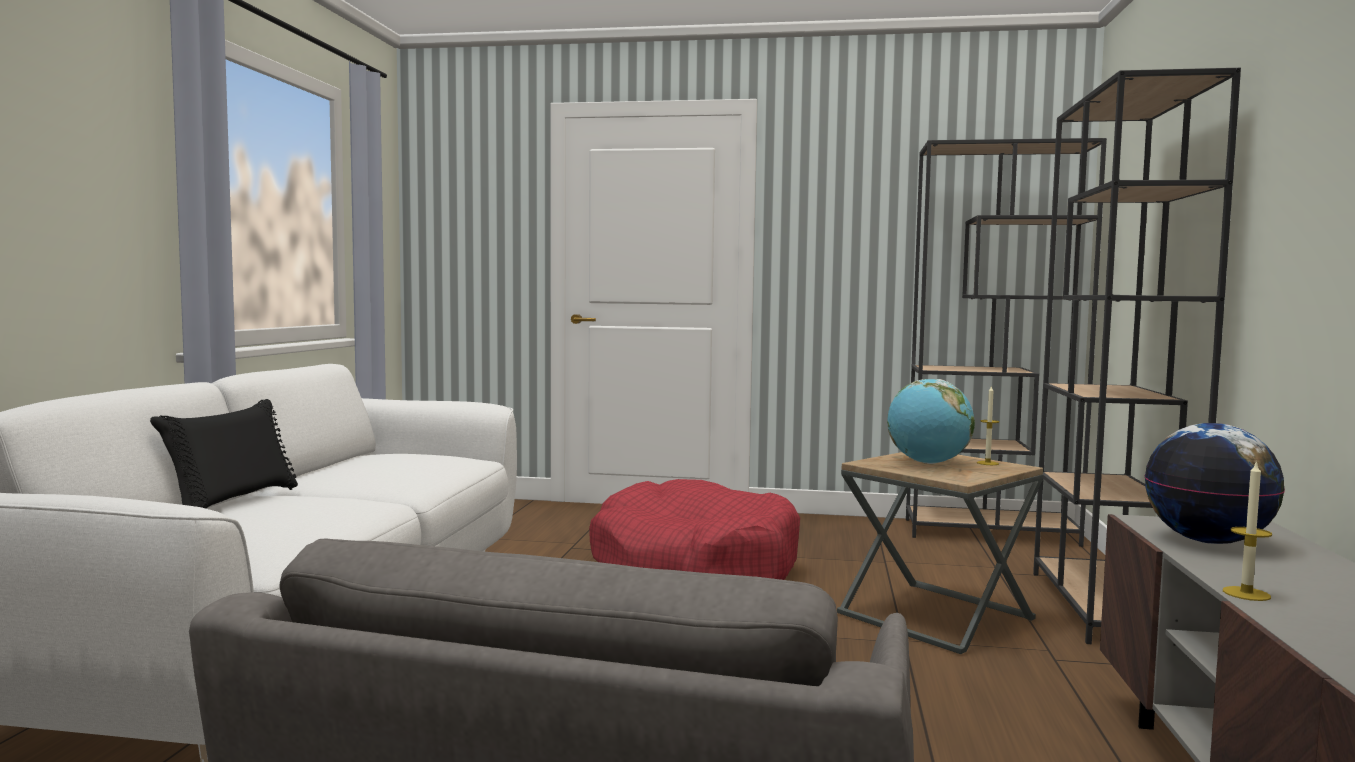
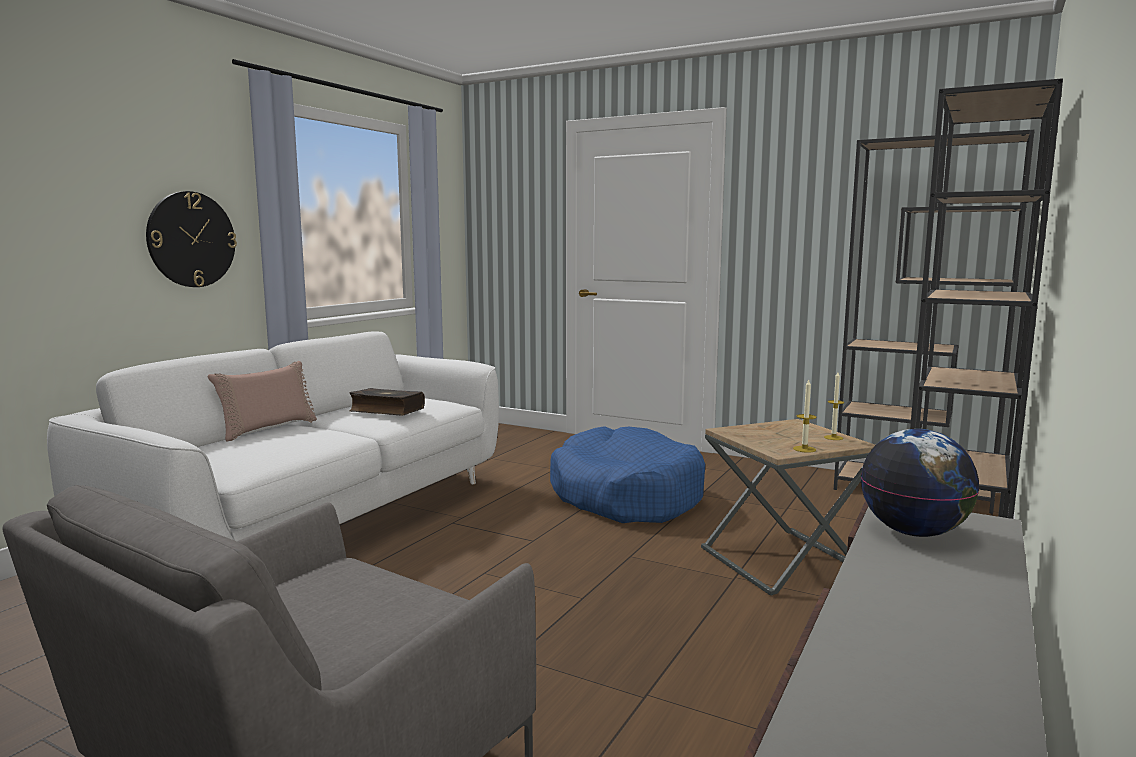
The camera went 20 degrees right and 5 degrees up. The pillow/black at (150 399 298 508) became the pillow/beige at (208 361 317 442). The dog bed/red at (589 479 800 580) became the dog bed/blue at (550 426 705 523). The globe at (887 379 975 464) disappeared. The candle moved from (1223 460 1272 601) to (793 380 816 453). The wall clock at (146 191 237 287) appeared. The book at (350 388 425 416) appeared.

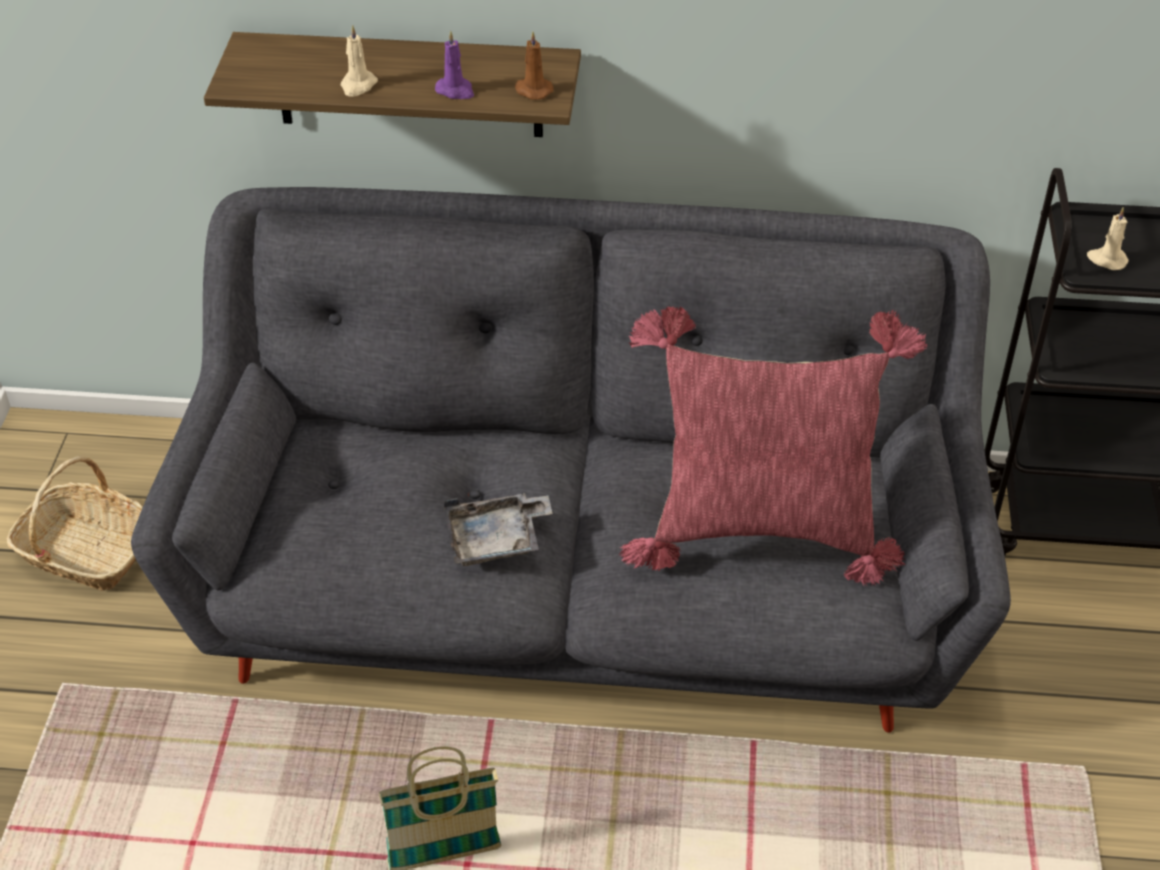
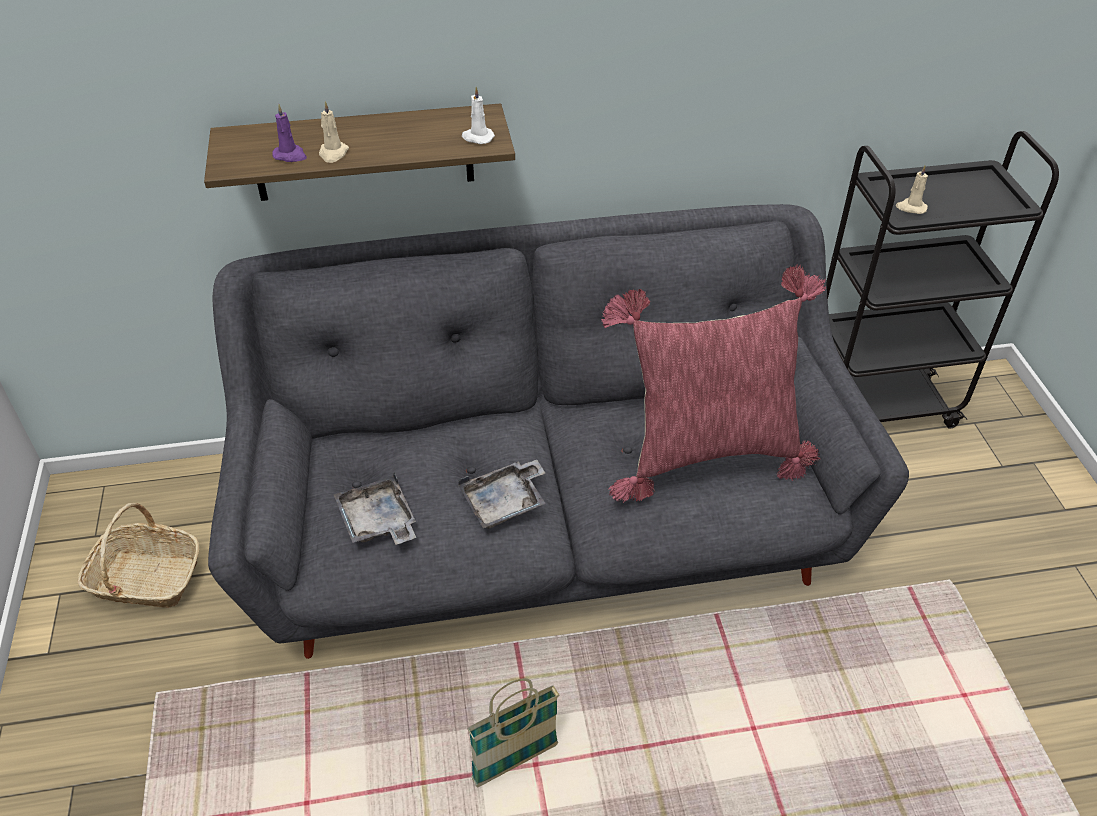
The camera went 15 degrees left and 0 degrees up. The candle/purple moved from (435 31 474 99) to (272 104 307 162). The candle/brown at (515 31 554 100) became the candle/white at (462 87 495 144). The tray/grey at (334 472 416 545) appeared.

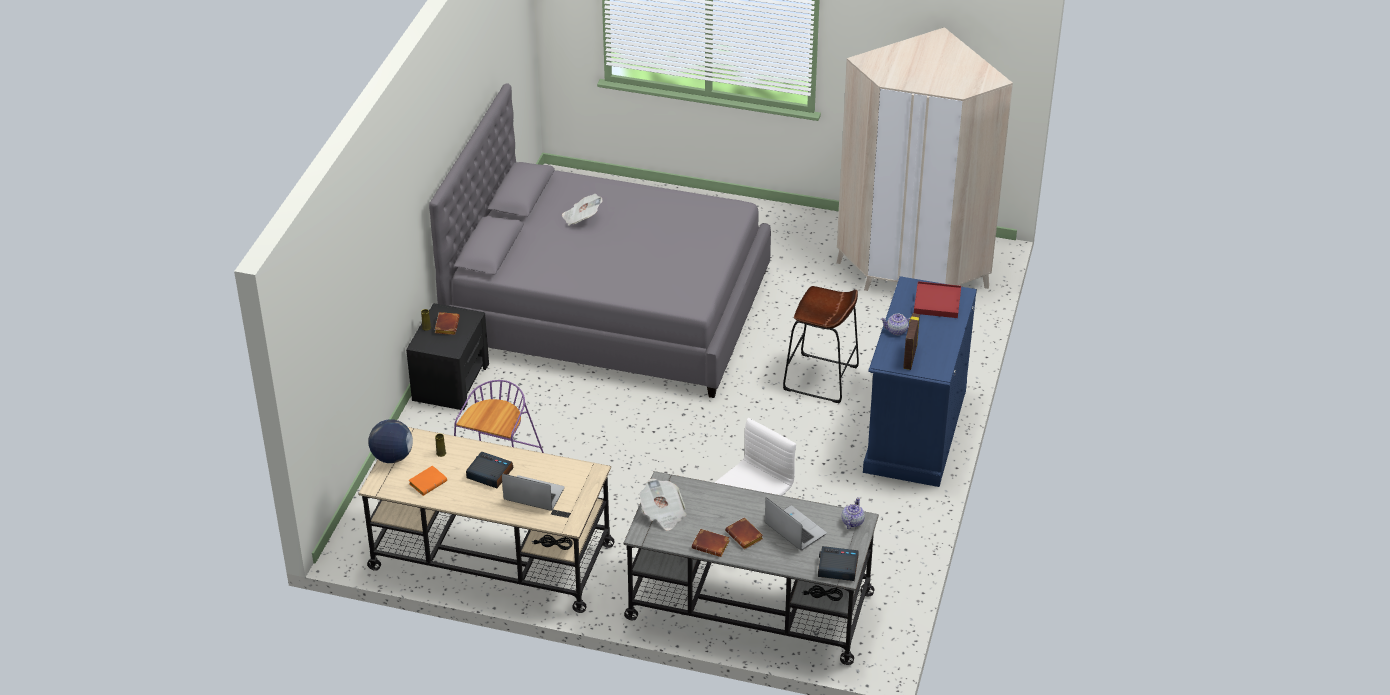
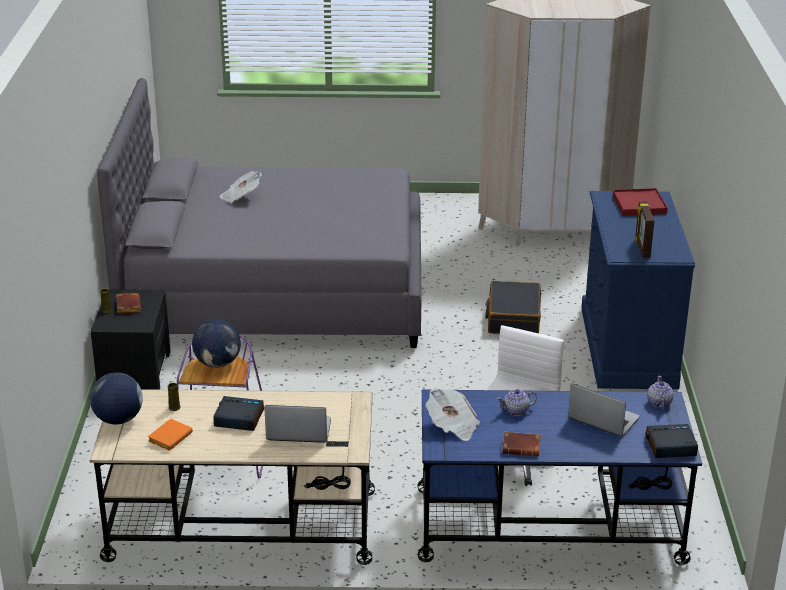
The camera went 15 degrees left and 10 degrees down. The desk/grey at (623 471 879 665) became the desk/blue at (417 390 702 565). The book/brown at (725 517 763 549) disappeared. The stool/brown at (783 286 859 403) was replaced by the suitcase/black at (485 281 541 334). The teapot moved from (880 313 910 335) to (497 389 537 416). The globe at (192 319 241 368) appeared.

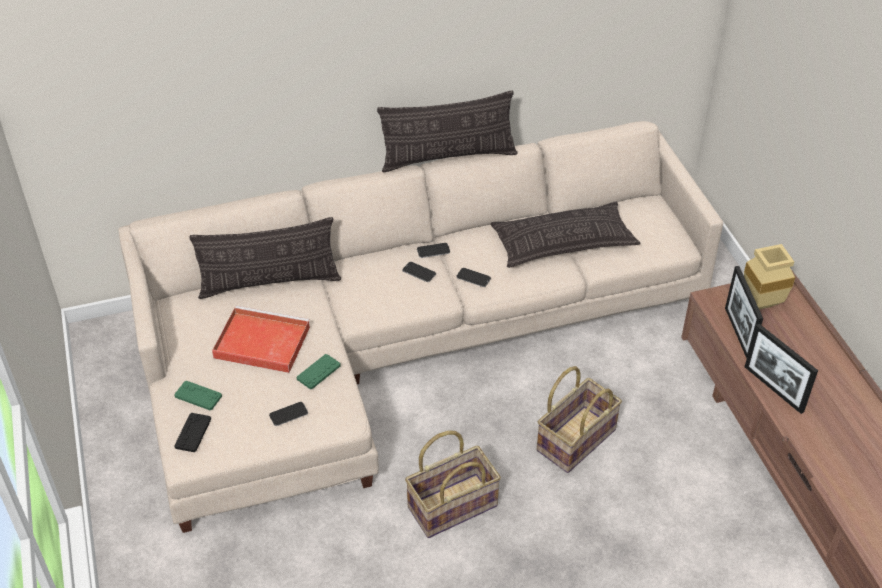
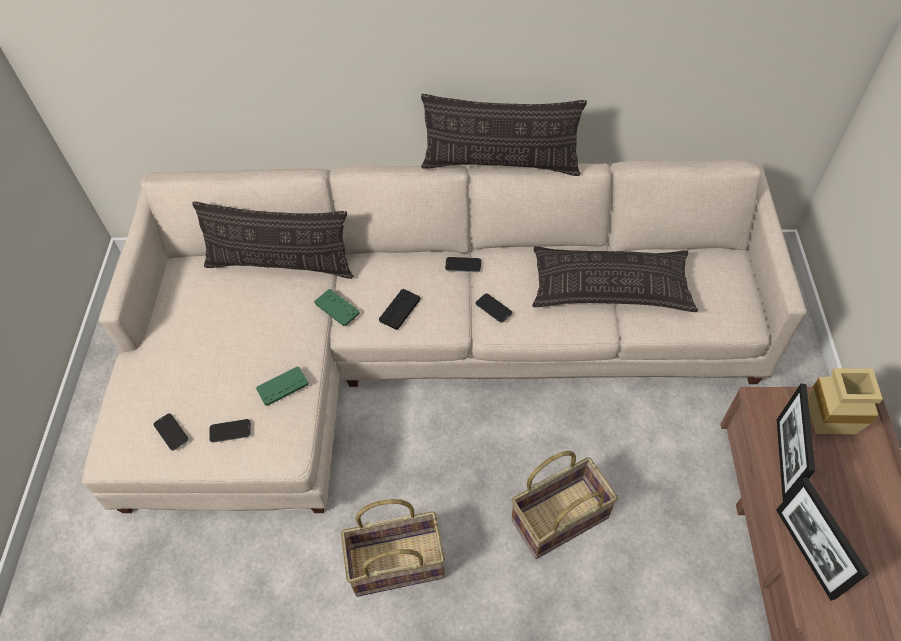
The camera went 20 degrees right and 10 degrees up. The game controller/green moved from (174 381 222 410) to (314 289 360 326). The game controller/black moved from (174 413 211 452) to (379 289 421 330). The tray/red at (212 306 310 373) disappeared. The phone moved from (402 262 436 282) to (153 413 189 451).

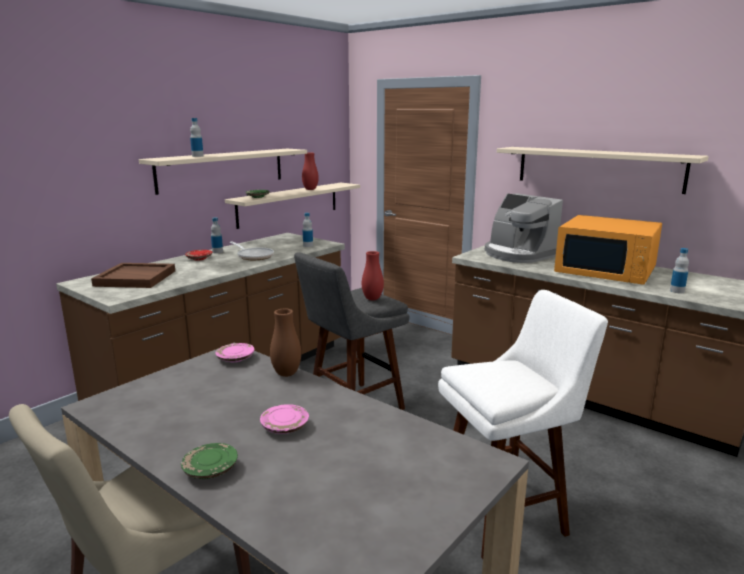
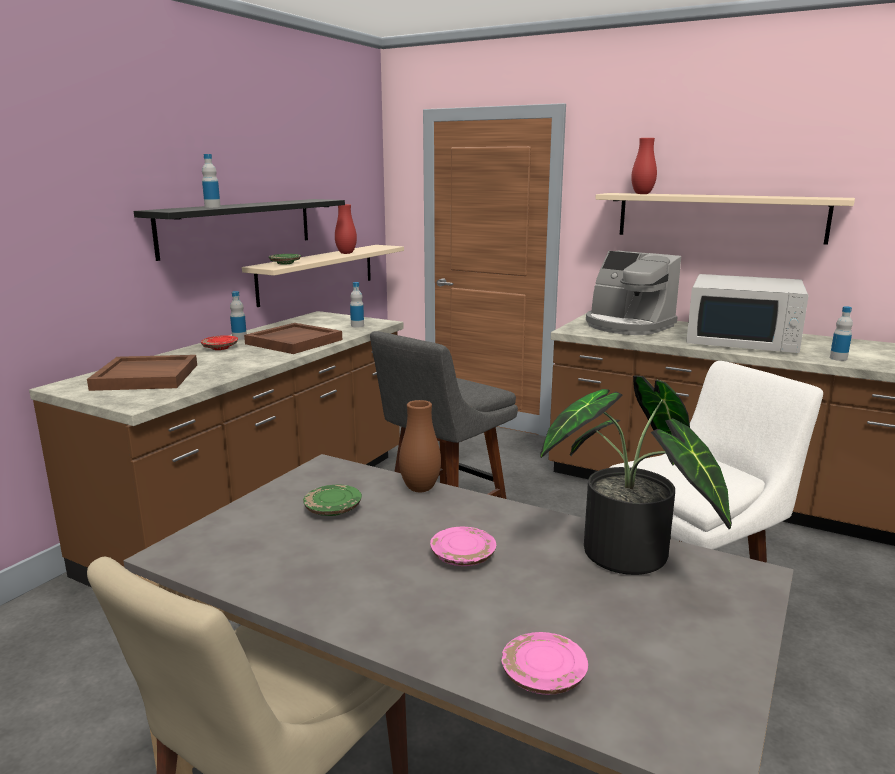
The camera went 10 degrees left and 0 degrees up. The shelf/beige at (139 149 307 195) became the shelf/black at (134 199 345 261). The plate/green moved from (181 443 238 479) to (303 485 362 516). The plate/pink moved from (215 343 254 362) to (501 632 588 695). The frying pan at (230 241 274 260) was replaced by the tray/brown at (244 323 342 354). The vase/red moved from (362 251 384 300) to (631 138 657 194). The microwave/orange at (554 215 662 285) became the microwave/white at (686 274 808 353). The potted plant at (540 375 732 575) appeared.

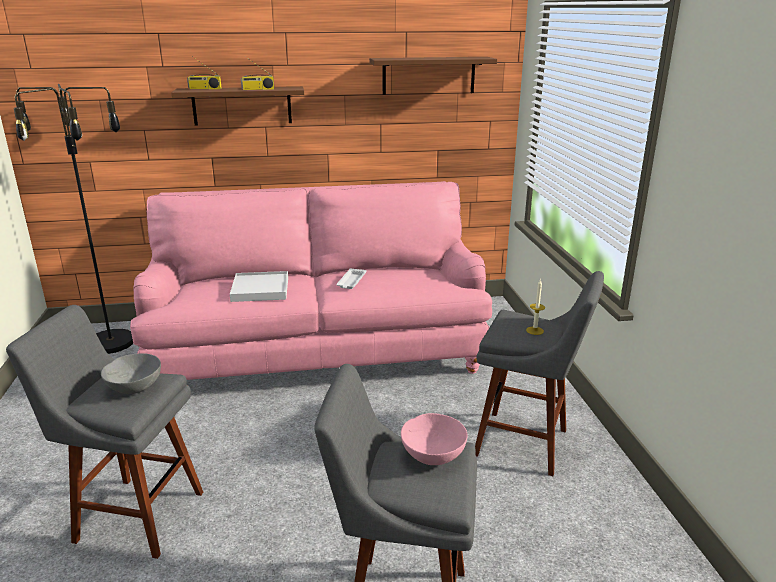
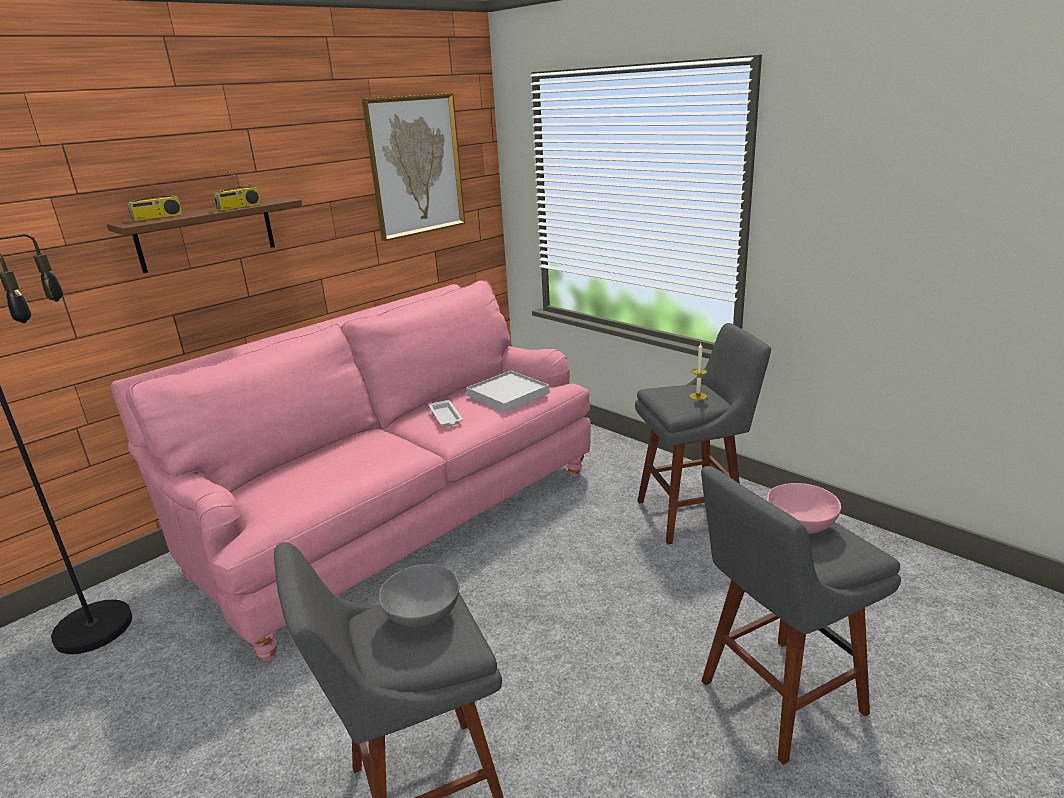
The camera went 35 degrees left and 0 degrees up. The tray/white moved from (230 271 288 302) to (466 371 550 412). The shelf/brown at (369 57 497 95) was replaced by the picture at (362 93 465 241).

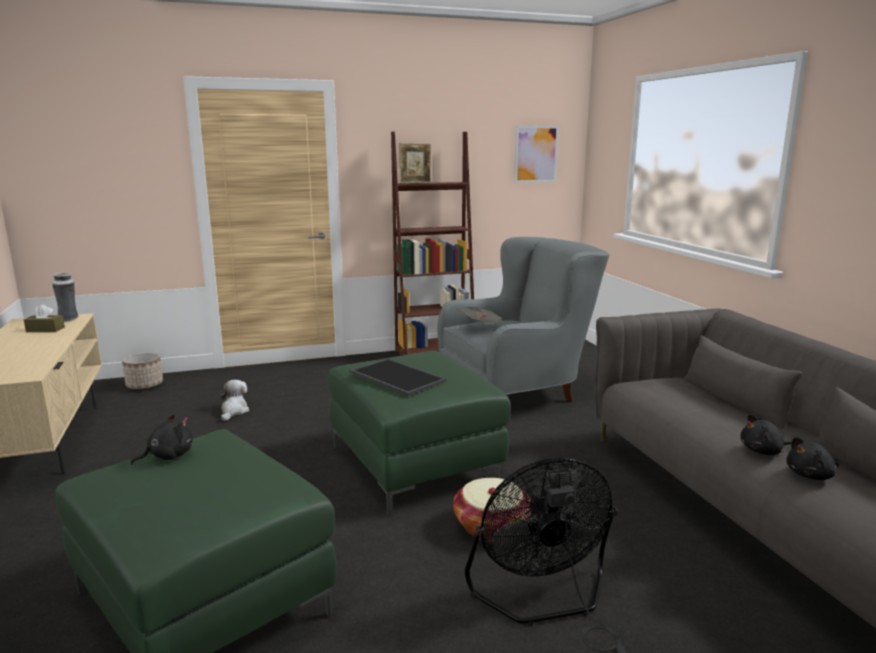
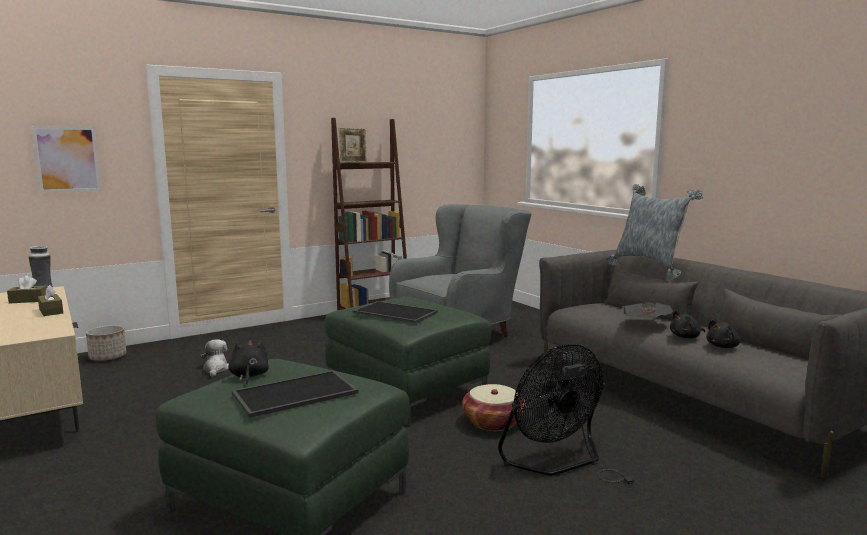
The camera went 15 degrees left and 5 degrees down. The plush toy/black at (130 414 193 465) turned 45 degrees counterclockwise. The newspaper moved from (457 307 502 323) to (622 302 673 318). The picture moved from (514 126 559 183) to (32 126 101 193). The tissue box/brown at (38 285 63 316) appeared. The tray at (232 370 359 418) appeared. The pillow at (606 184 703 282) appeared.

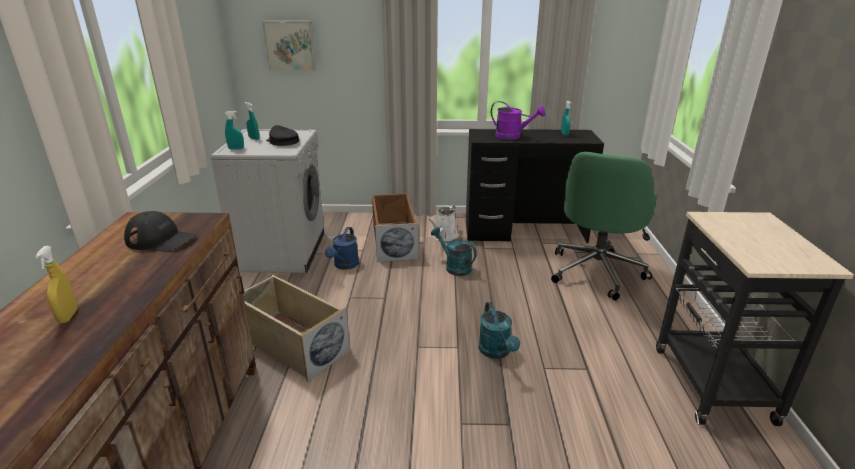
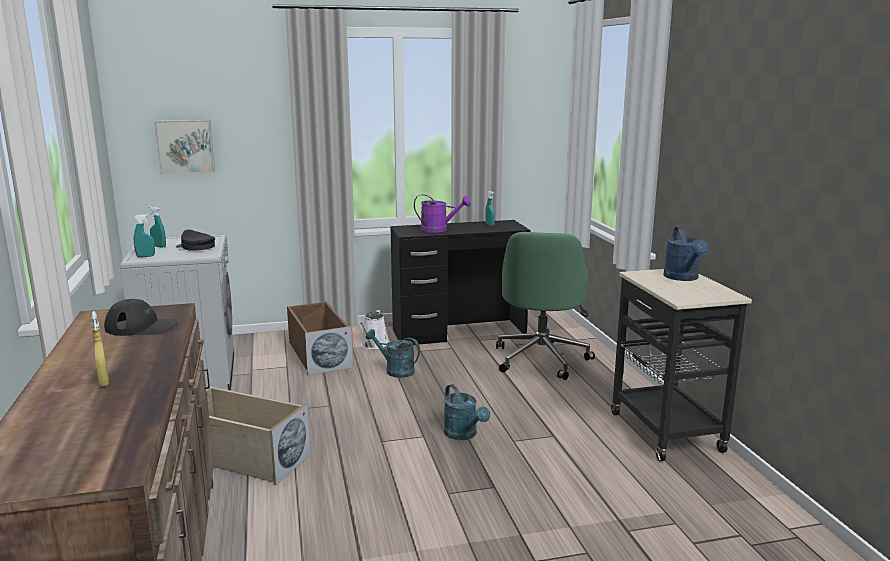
The camera went 15 degrees left and 10 degrees down. The watering can/blue moved from (325 227 359 270) to (663 227 709 281).

